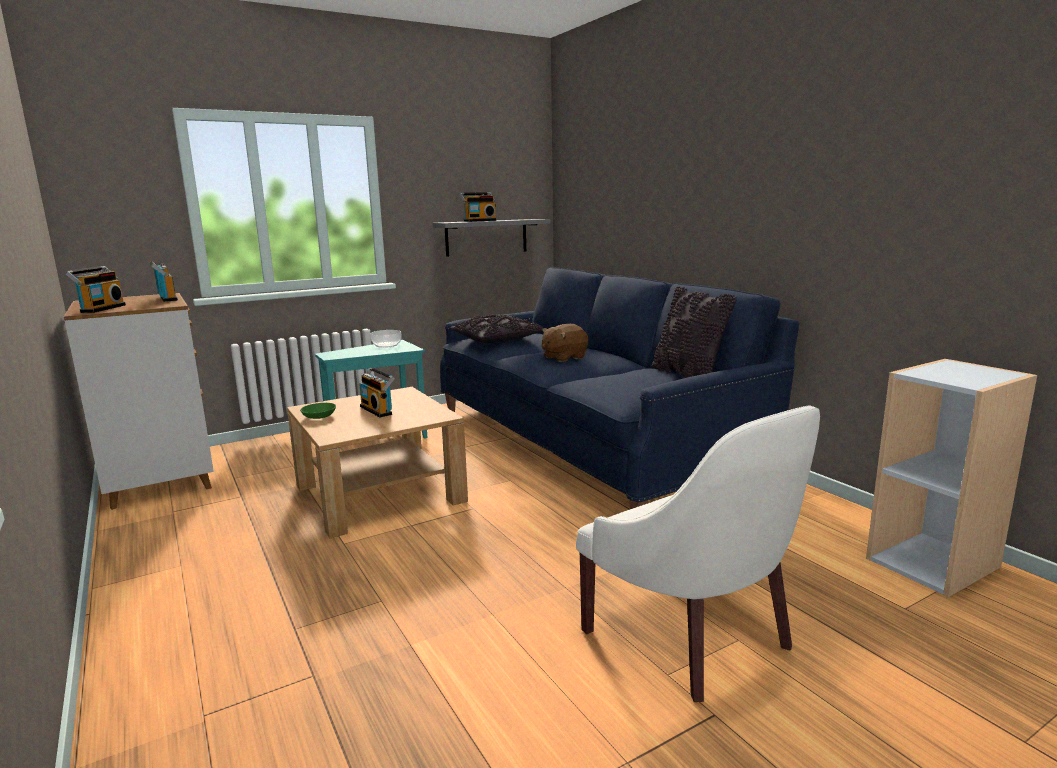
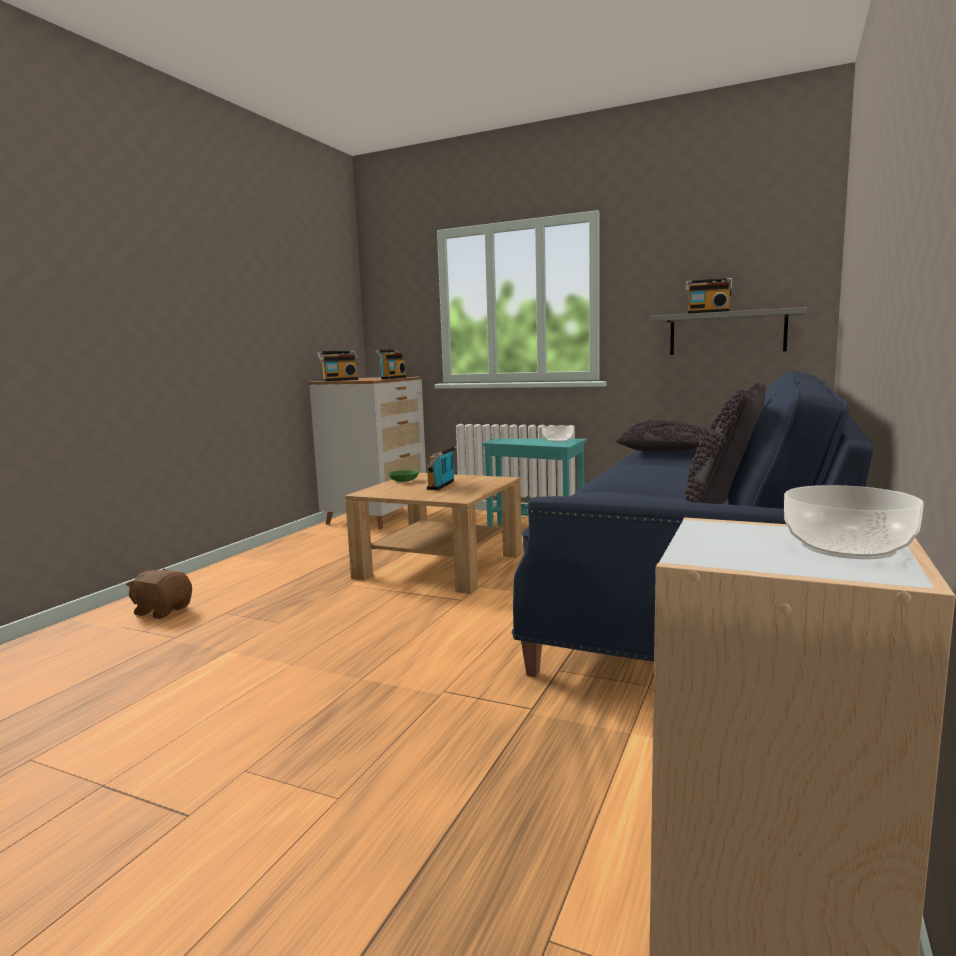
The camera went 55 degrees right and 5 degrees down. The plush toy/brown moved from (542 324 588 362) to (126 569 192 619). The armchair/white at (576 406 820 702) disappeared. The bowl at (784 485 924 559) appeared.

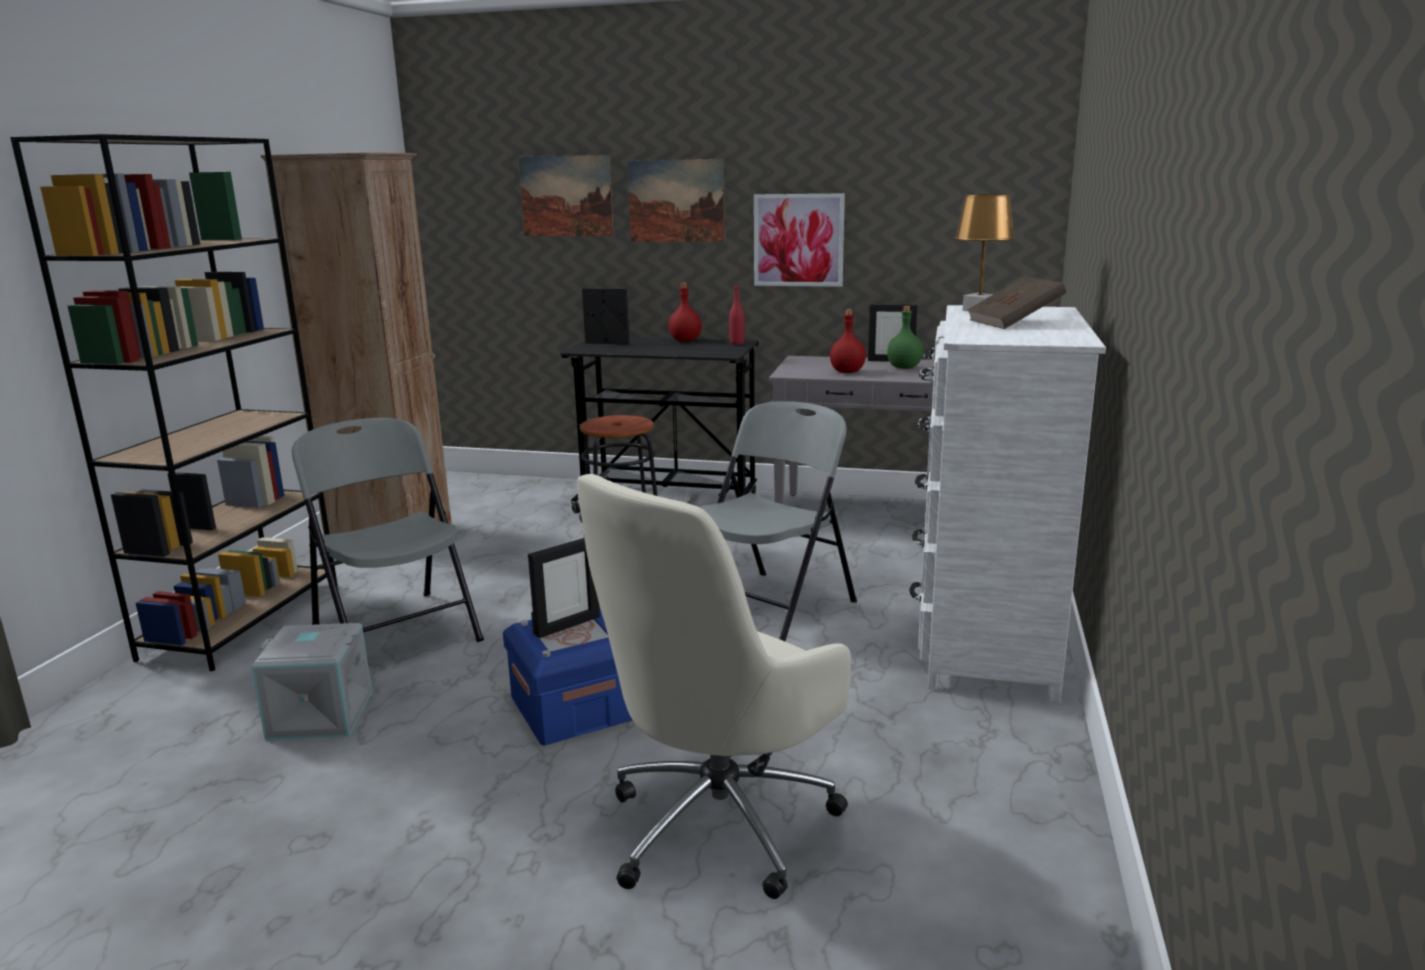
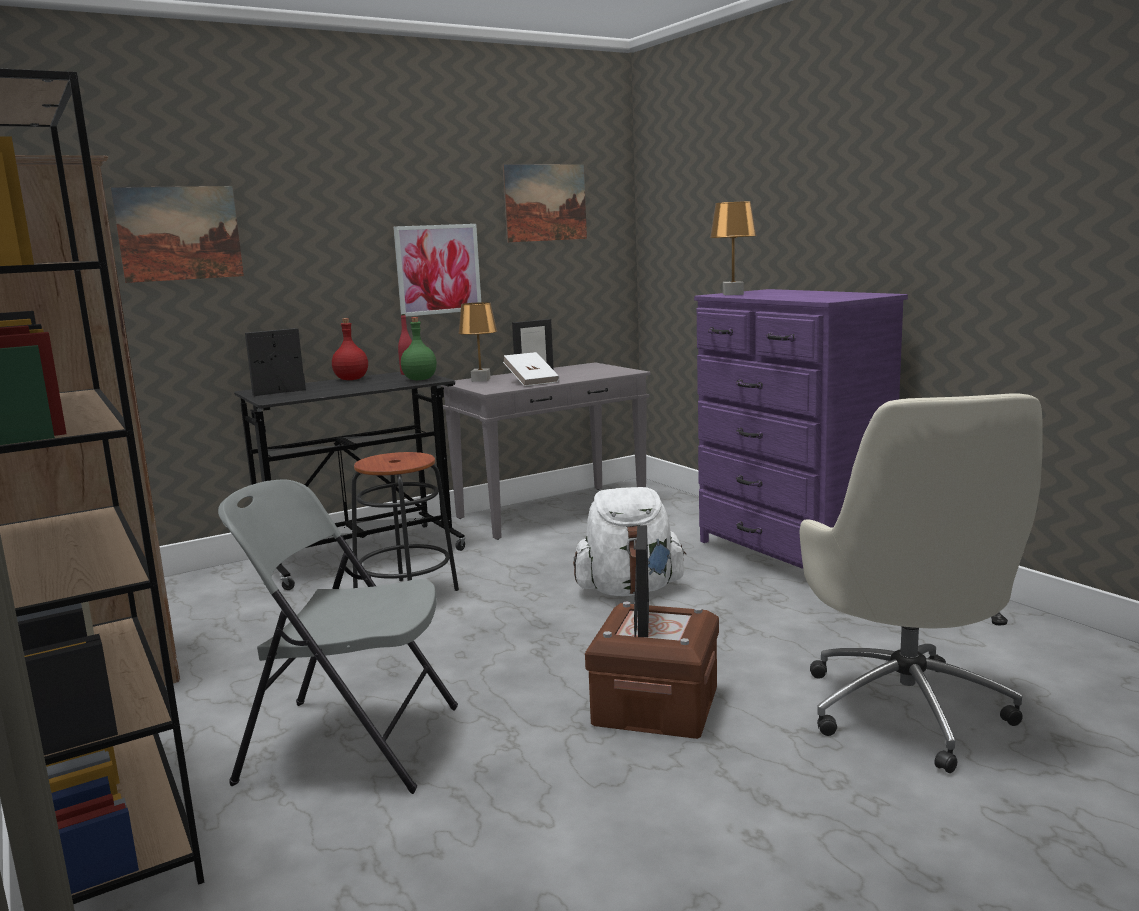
The camera went 45 degrees left and 5 degrees down. The storage box/grey at (251 623 372 740) disappeared. The storage box/blue at (503 609 632 746) became the storage box/brown at (585 601 719 739). The picture moved from (627 159 725 242) to (503 164 587 243). The chair/grey at (699 401 857 641) was replaced by the backpack/white at (573 487 686 596). The bottle/red at (830 309 866 373) was replaced by the book/white at (503 352 559 386). The bottle/green moved from (887 306 923 369) to (401 317 437 380). The dresser/white at (909 305 1106 703) became the dresser/purple at (694 289 908 569). The book/brown at (967 276 1066 329) disappeared. The table lamp/brown at (458 302 497 382) appeared.

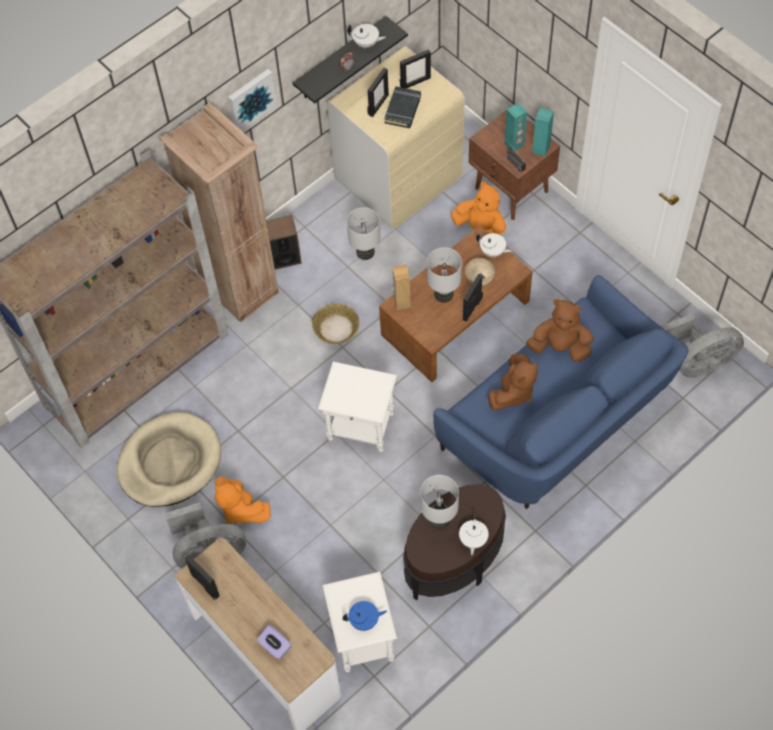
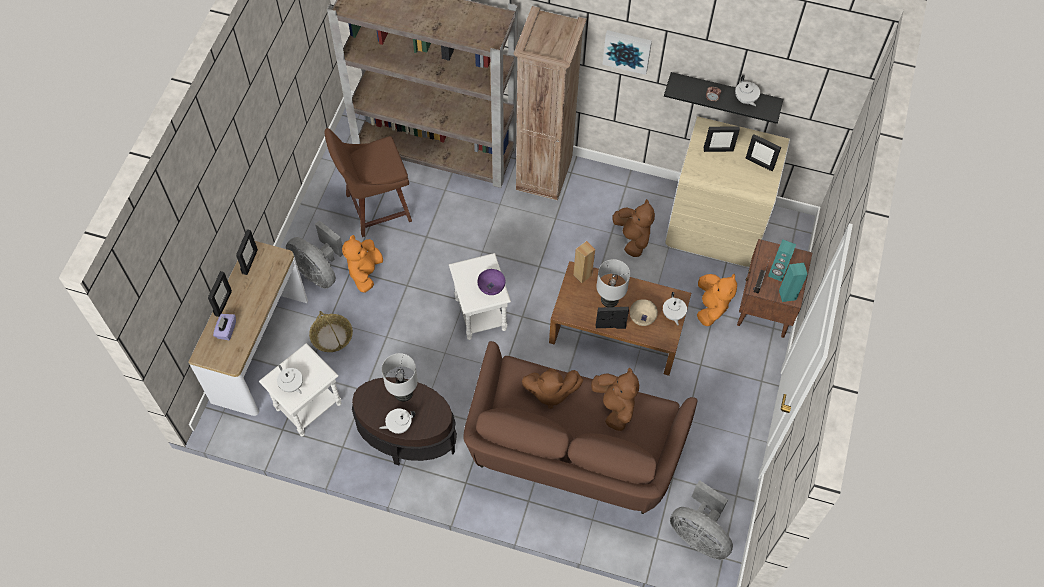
The camera went 55 degrees right and 0 degrees up. The dog bed/beige at (116 412 221 507) was replaced by the stool/brown at (324 128 412 237). The speaker at (266 215 302 270) disappeared. The basket moved from (312 303 359 344) to (309 311 353 352). The teapot/blue at (342 601 387 631) became the teapot/white at (277 365 303 394). The table lamp/grey at (347 208 380 260) was replaced by the plush toy/brown at (612 199 655 257). The book/black at (384 86 421 128) disappeared. The sofa/blue at (433 275 688 509) became the sofa/brown at (463 341 697 514). The picture frame at (208 271 232 317) appeared. The bowl/purple at (477 269 505 295) appeared.

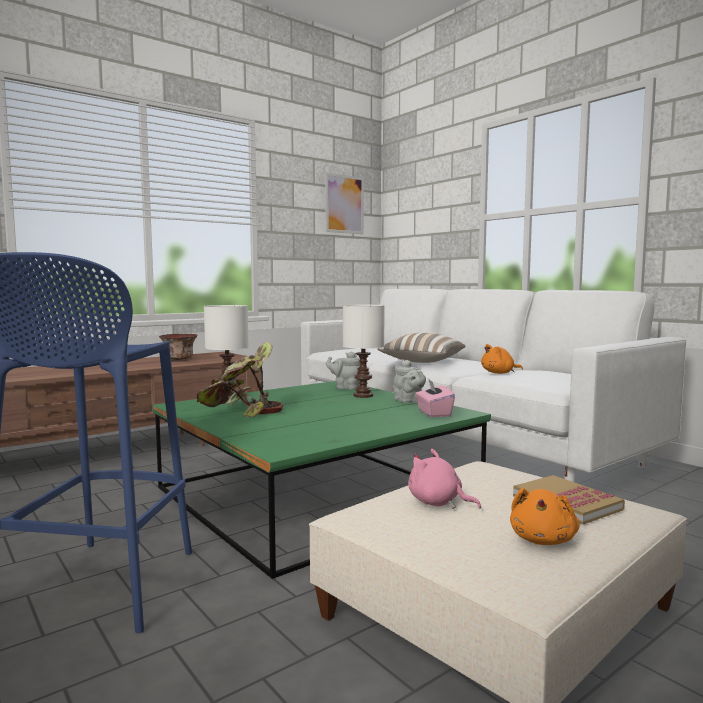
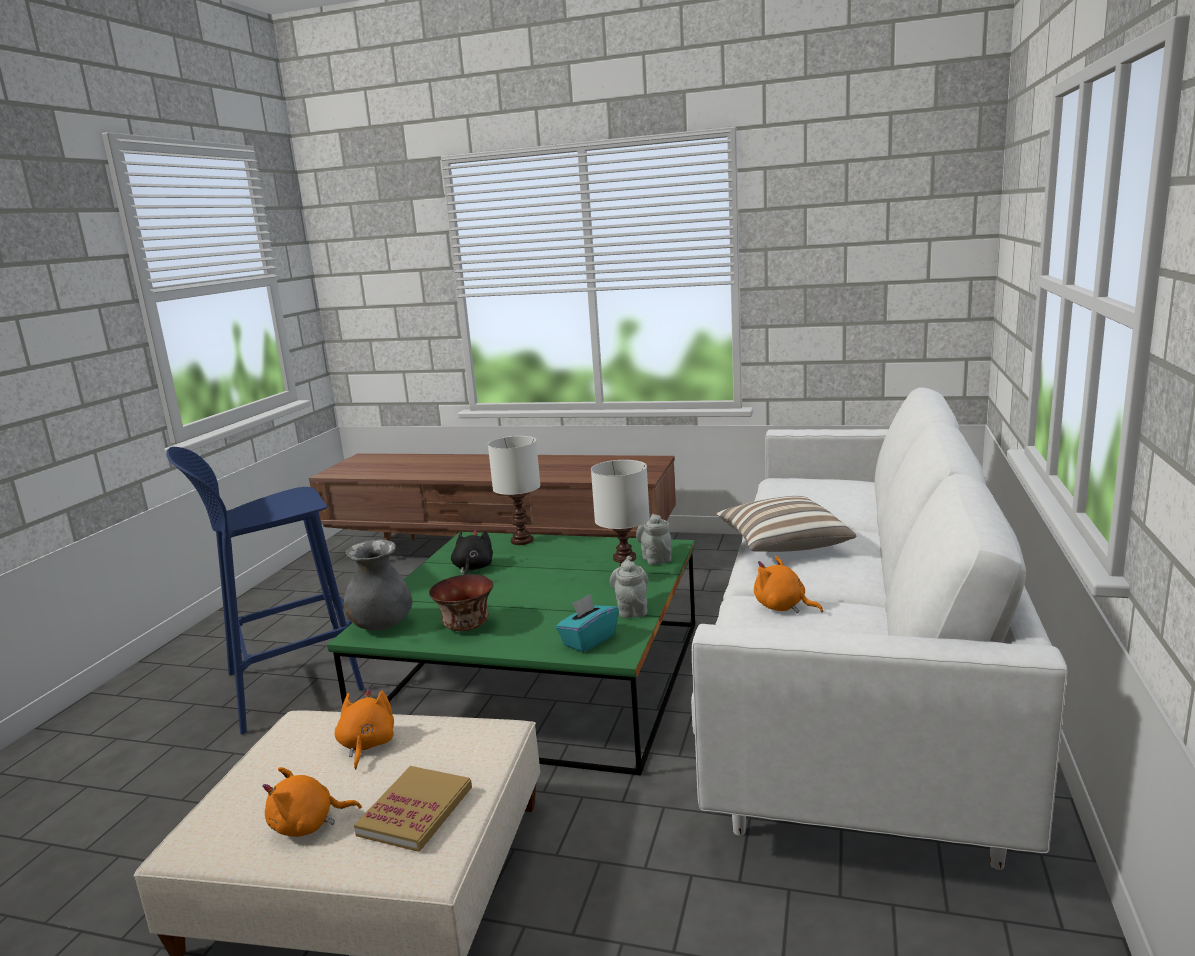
The camera went 55 degrees right and 10 degrees up. The bowl moved from (159 334 198 360) to (429 574 493 631). The potted plant at (197 342 283 417) was replaced by the plush toy/black at (451 529 493 575). The picture at (325 172 364 234) disappeared. The teapot/grey at (394 360 426 403) turned 150 degrees clockwise. The plush toy/pink at (408 449 481 509) became the plush toy/orange at (335 688 394 769). The tissue box/pink at (415 379 455 417) became the tissue box/turquoise at (556 594 619 653). The vase/grey at (344 539 413 631) appeared.

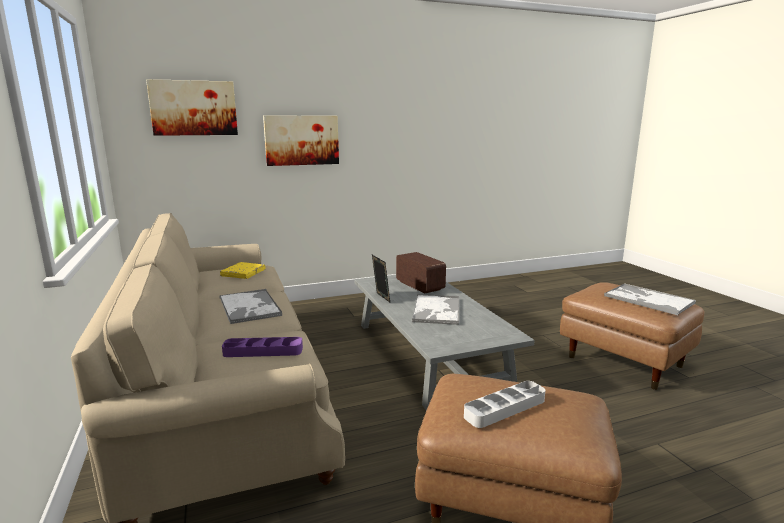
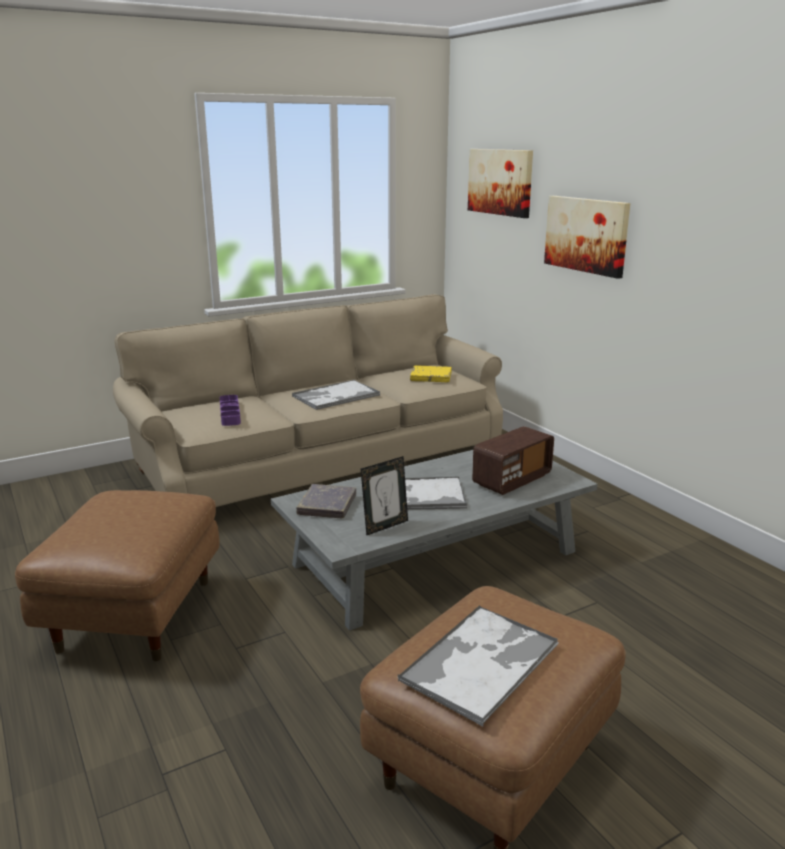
The camera went 80 degrees right and 5 degrees up. The picture frame moved from (372 255 390 302) to (361 456 408 536). The tray/grey at (464 381 545 428) disappeared. The book/grey at (296 484 356 518) appeared.

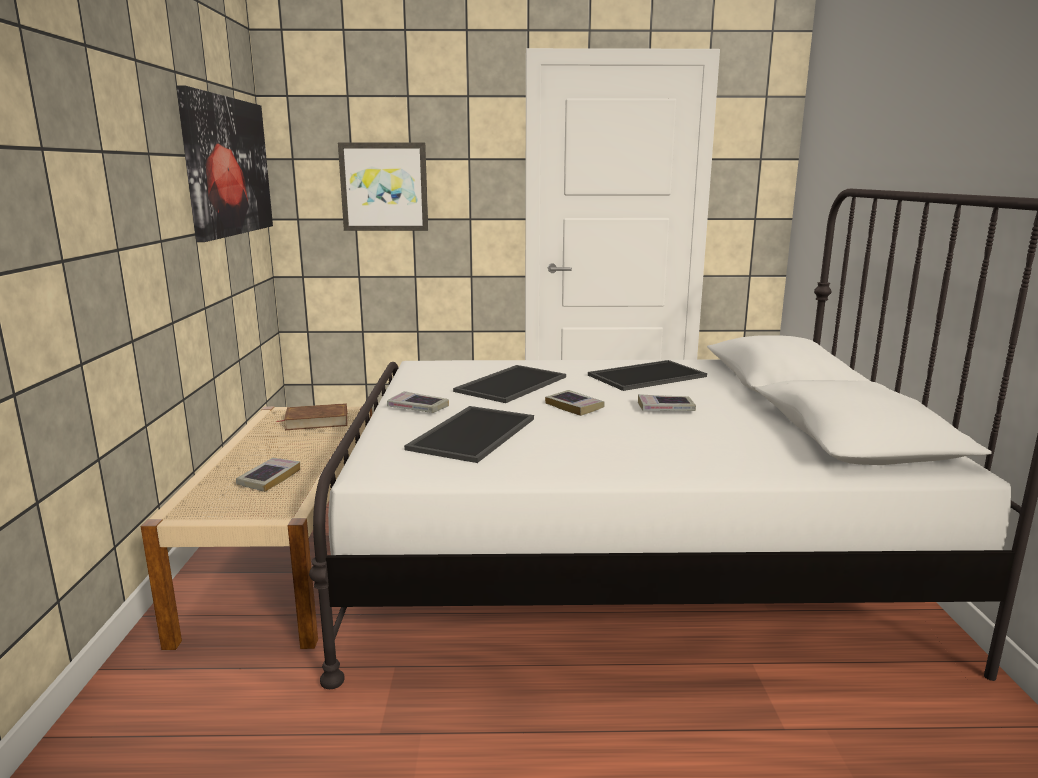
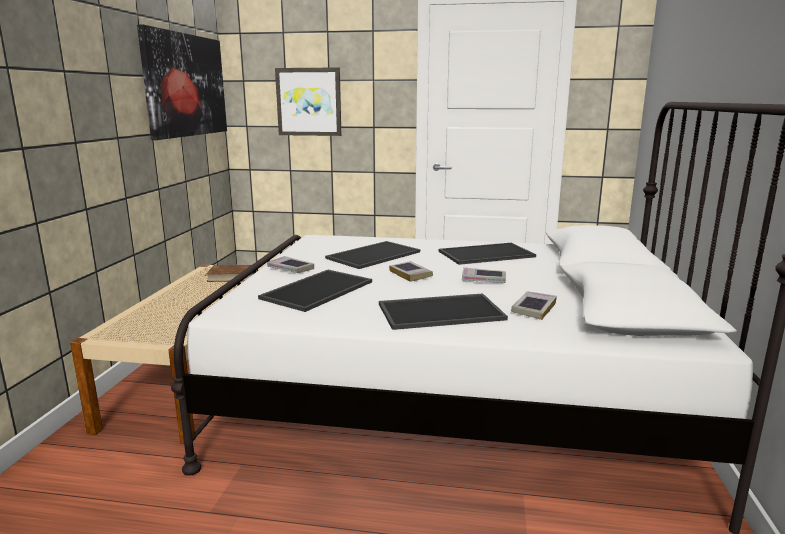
The camera went 10 degrees right and 0 degrees up. The book moved from (236 458 300 492) to (511 291 557 320). The tray at (379 293 508 330) appeared.

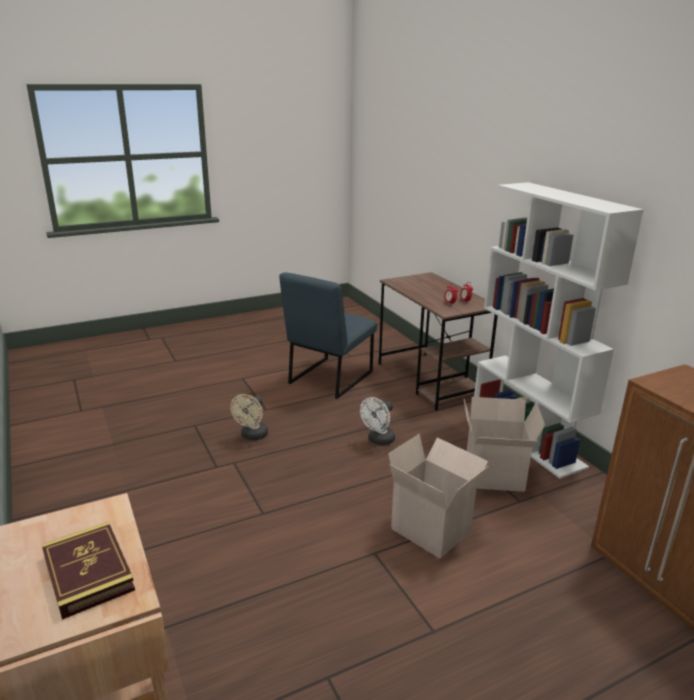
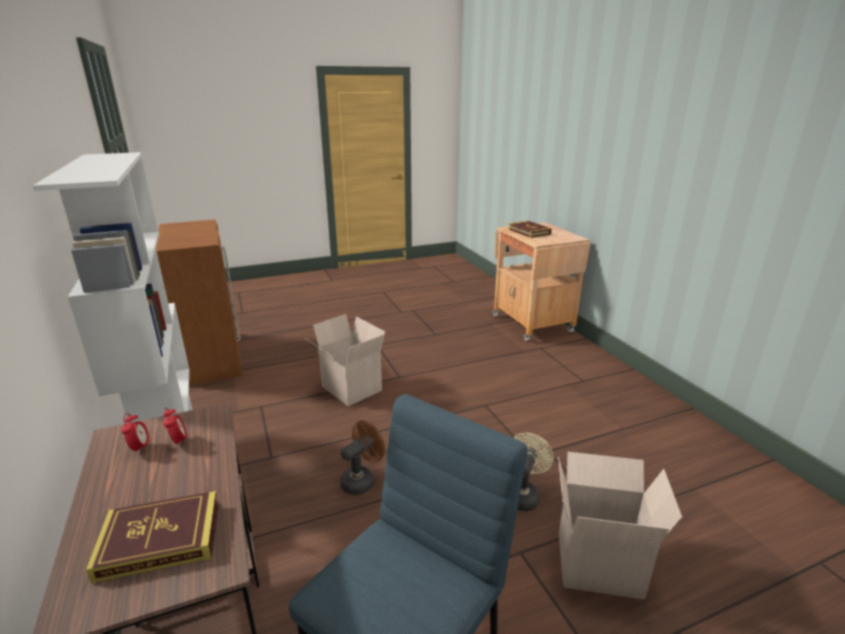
The camera went 175 degrees left and 0 degrees up. The fan/white at (360 397 395 445) became the fan/brown at (340 420 385 495). The cardboard box moved from (464 397 545 492) to (558 452 682 600). The book at (86 491 219 583) appeared.

